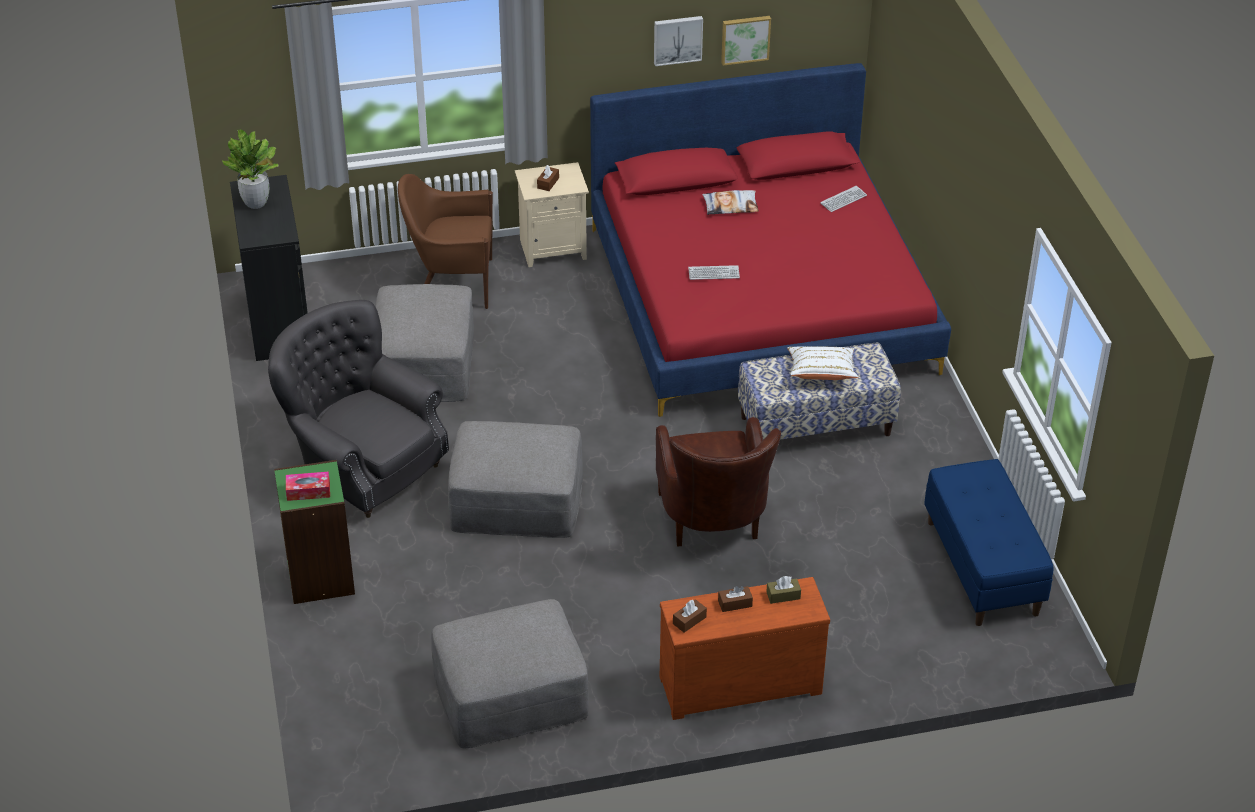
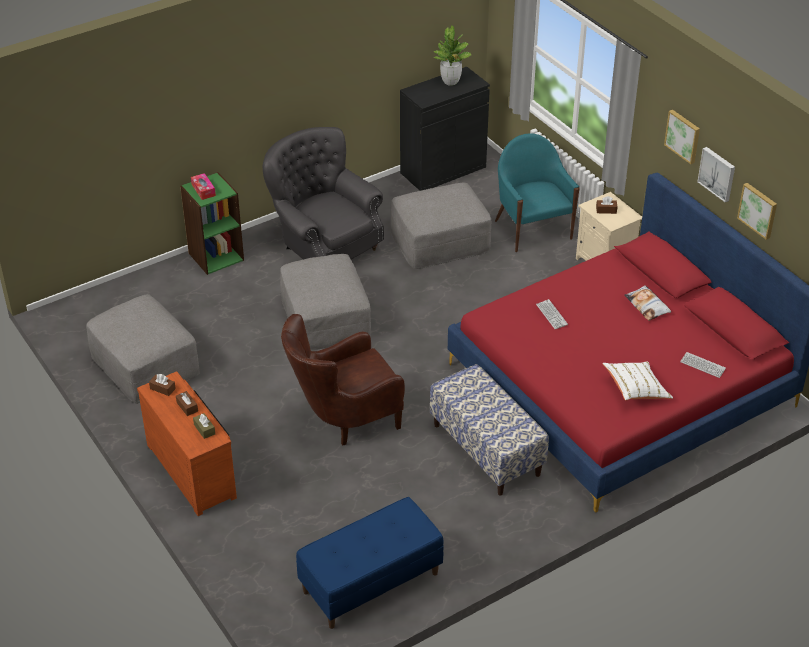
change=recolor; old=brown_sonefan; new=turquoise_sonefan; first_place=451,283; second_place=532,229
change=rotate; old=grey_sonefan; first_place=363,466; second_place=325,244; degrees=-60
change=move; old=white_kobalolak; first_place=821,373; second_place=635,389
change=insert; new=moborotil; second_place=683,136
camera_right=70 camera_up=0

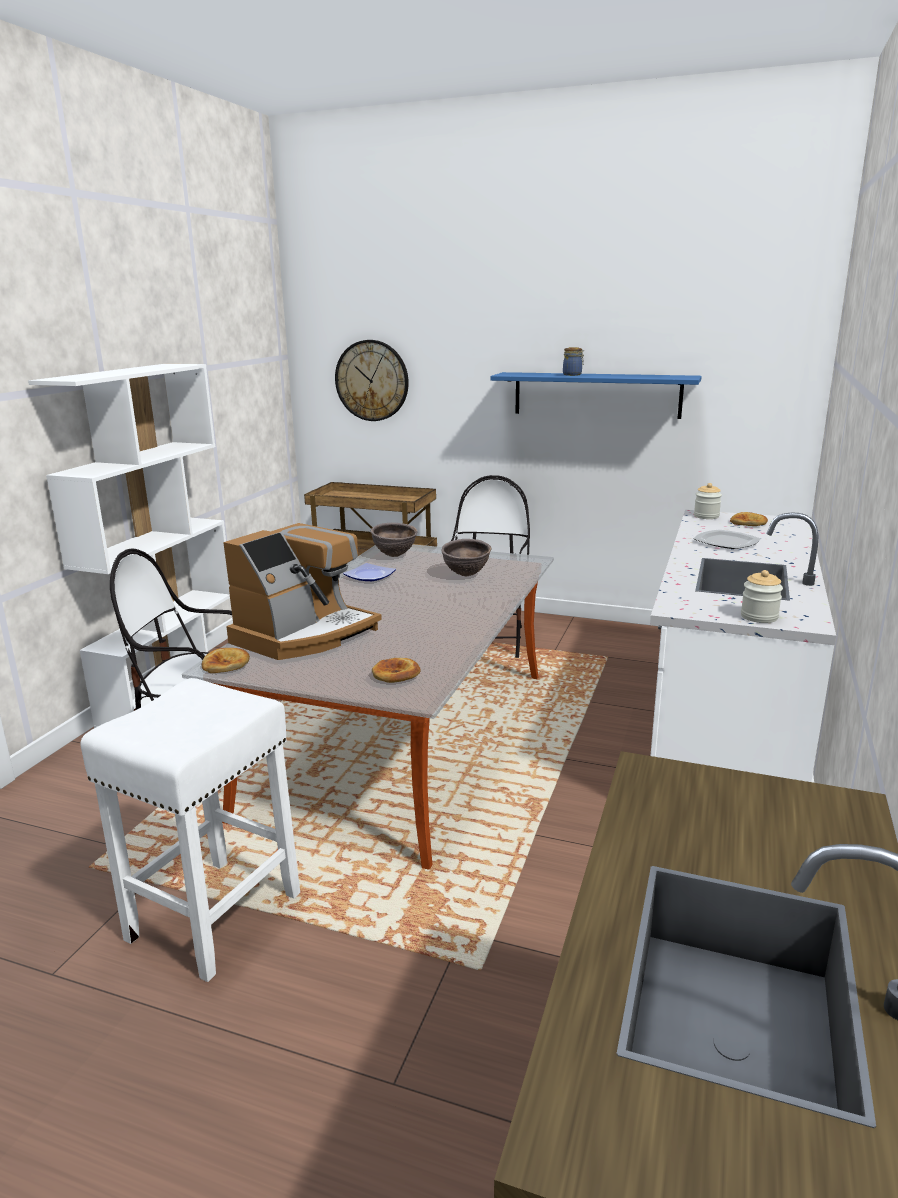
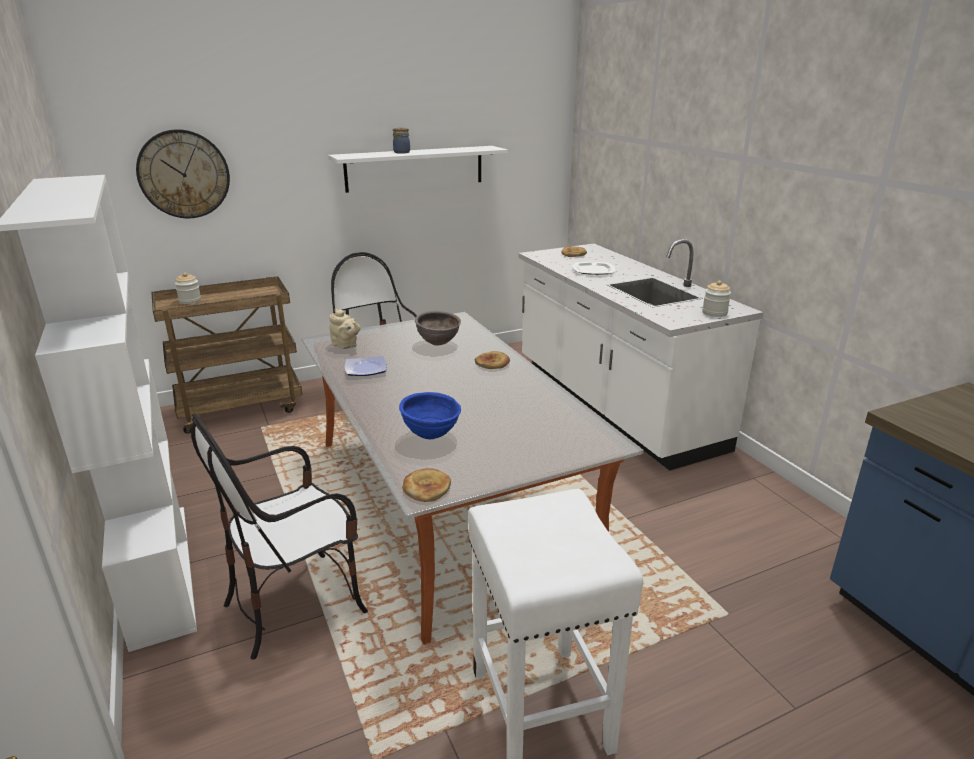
change=recolor; old=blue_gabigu; new=white_gabigu; first_place=596,395; second_place=415,168
change=move; old=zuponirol; first_place=706,516; second_place=190,300
change=replace; old=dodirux; new=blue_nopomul; first_place=305,635; second_place=431,436
change=replace; old=brown_nopomul; new=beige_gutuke; first_place=394,555; second_place=346,346
change=move; old=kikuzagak; first_place=395,674; second_place=492,363
camera_right=-45 camera_up=5

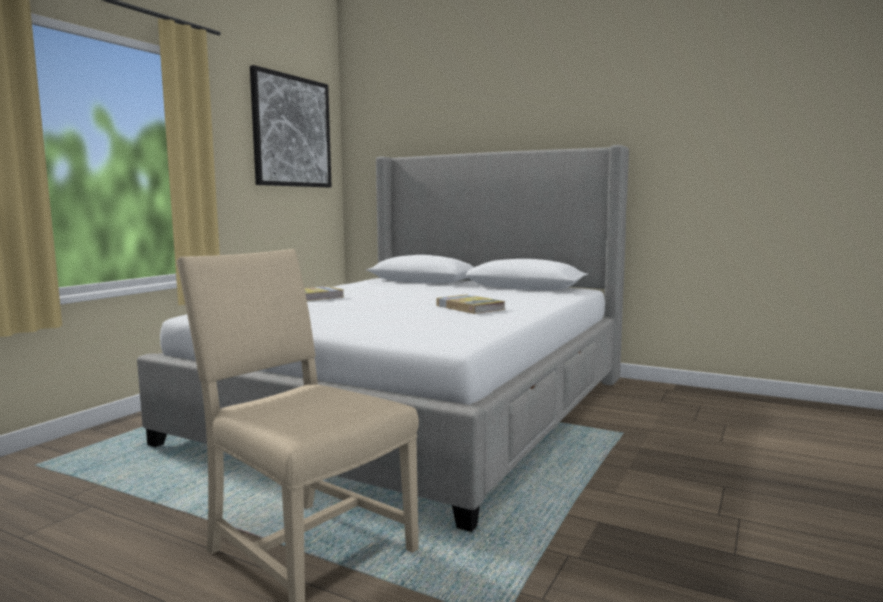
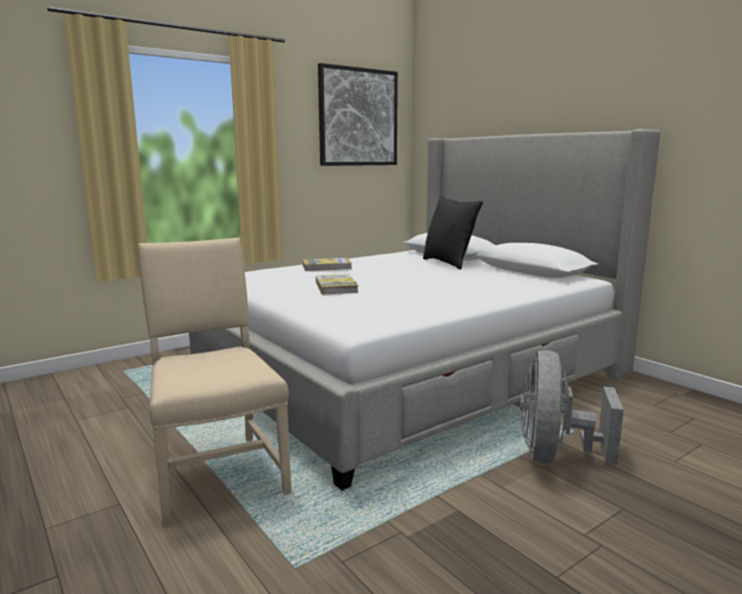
change=move; old=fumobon; first_place=470,307; second_place=336,287
change=insert; new=black_kobalolak; second_place=449,263
change=insert; new=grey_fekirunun; second_place=555,455
camera_right=25 camera_up=5

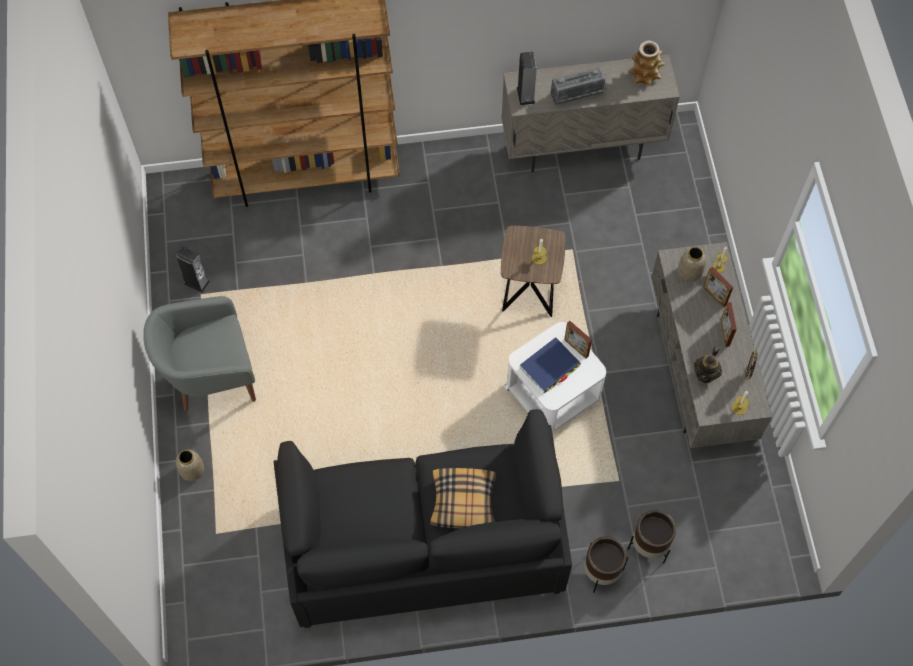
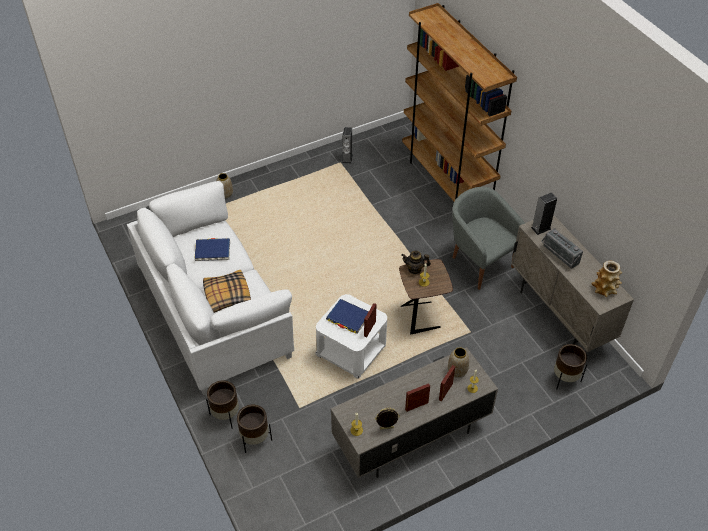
change=move; old=grey_sonefan; first_place=212,381; second_place=479,263
change=move; old=gutuke; first_place=705,374; second_place=415,269
change=recolor; old=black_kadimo; new=white_kadimo; first_place=424,543; second_place=215,313
change=insert; new=blue_fumobon; second_place=212,251
change=insert; new=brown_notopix; second_place=564,379
camera_right=70 camera_up=-15

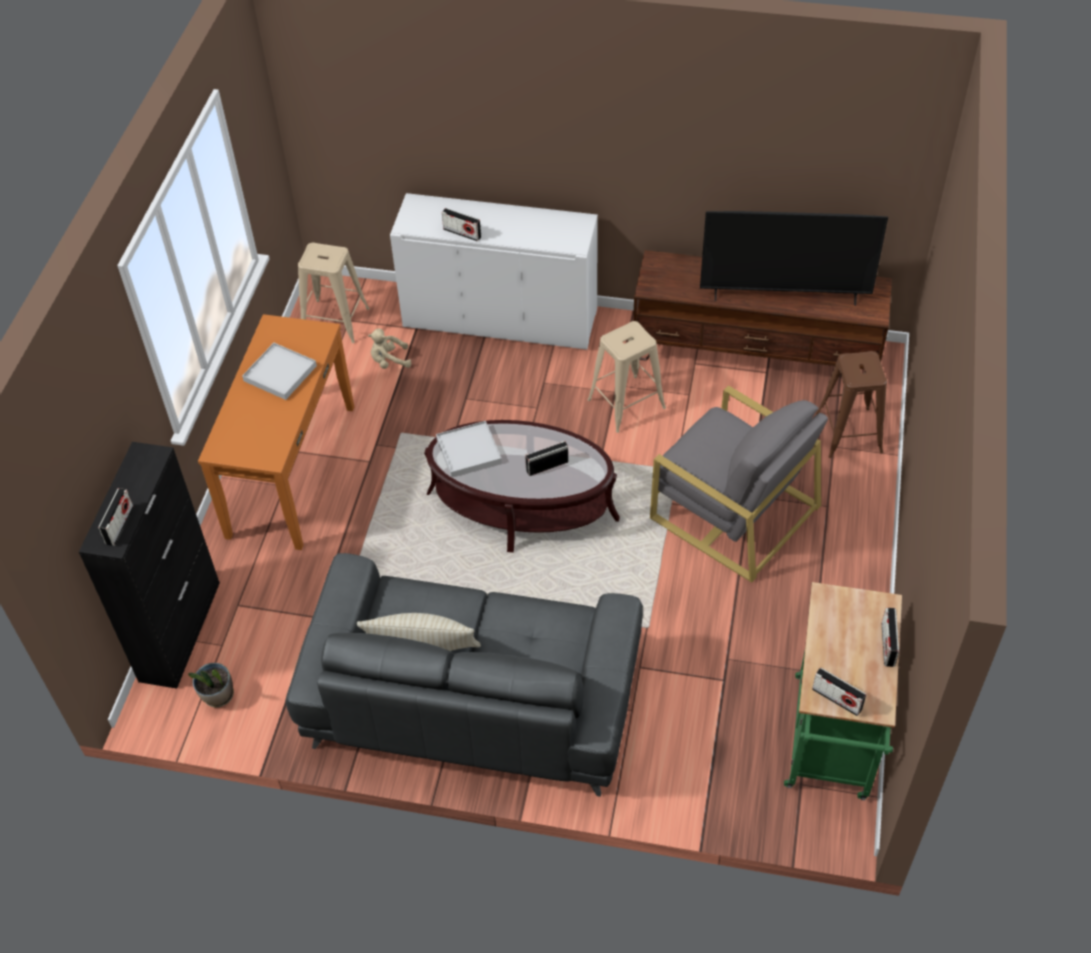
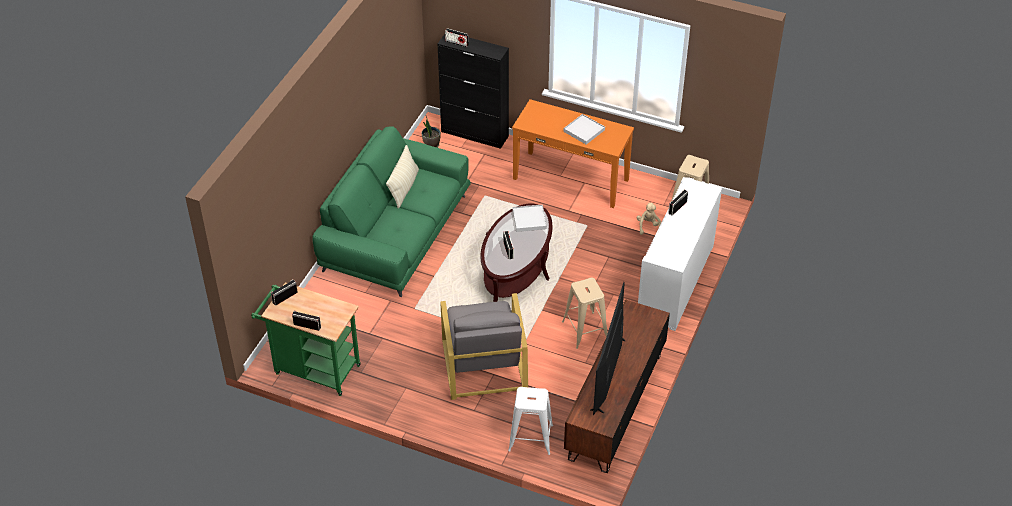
change=recolor; old=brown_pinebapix; new=white_pinebapix; first_place=848,432; second_place=531,438
change=rotate; old=grey_sonefan; first_place=733,510; second_place=484,364; degrees=-60
change=recolor; old=grey_kadimo; new=green_kadimo; first_place=472,699; second_place=396,233
camera_right=100 camera_up=-5

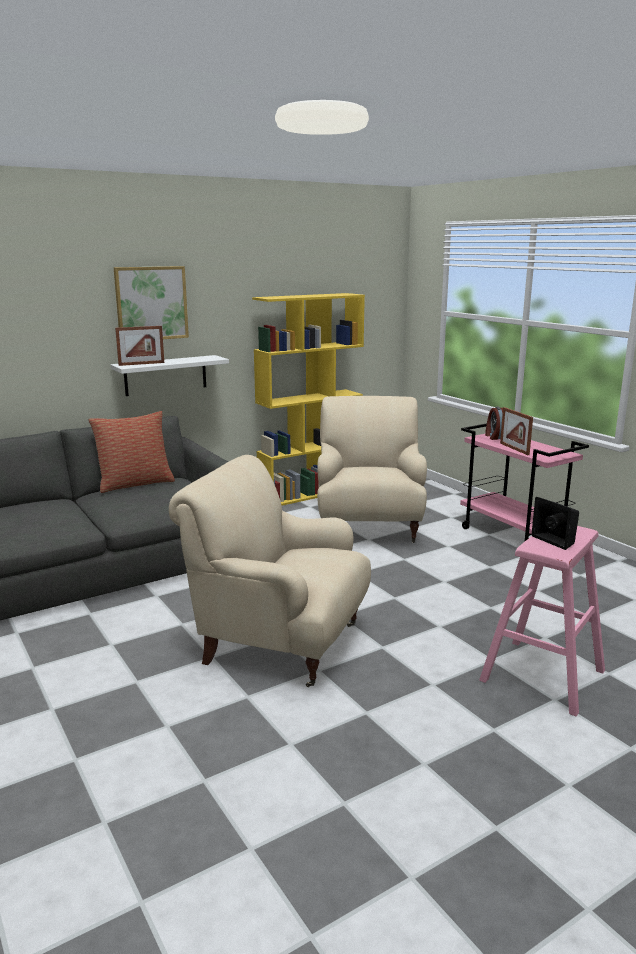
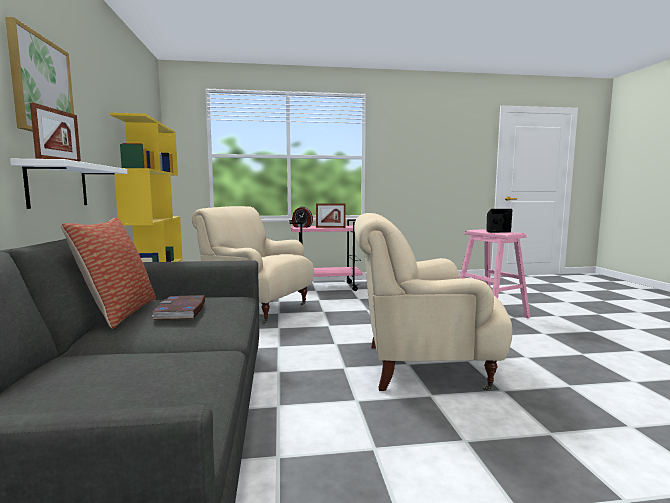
change=rotate; old=beige_sonefan; first_place=279,643; second_place=420,366; degrees=45
change=insert; new=fumobon; second_place=181,311
camera_right=-65 camera_up=-10

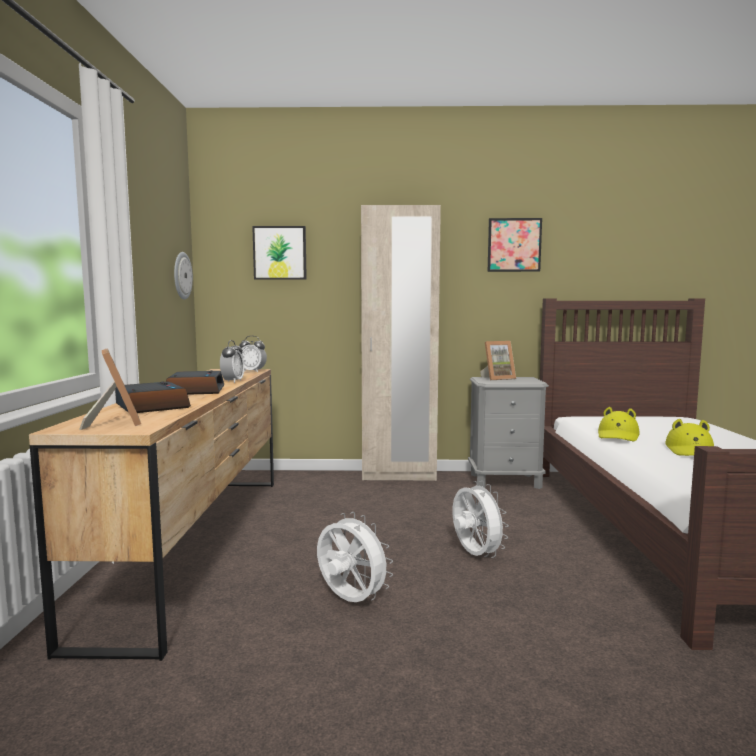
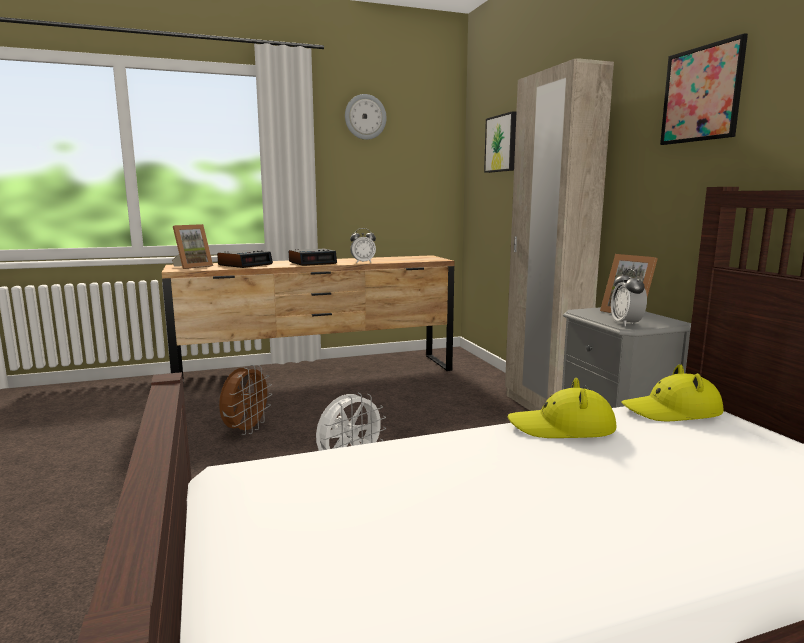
change=move; old=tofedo; first_place=181,275; second_place=365,117
change=move; old=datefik; first_place=253,371; second_place=626,324
change=move; old=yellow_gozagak; first_place=691,451; second_place=672,411
change=recolor; old=white_fekirunun; new=brown_fekirunun; first_place=350,601; second_place=246,430
camera_right=70 camera_up=5

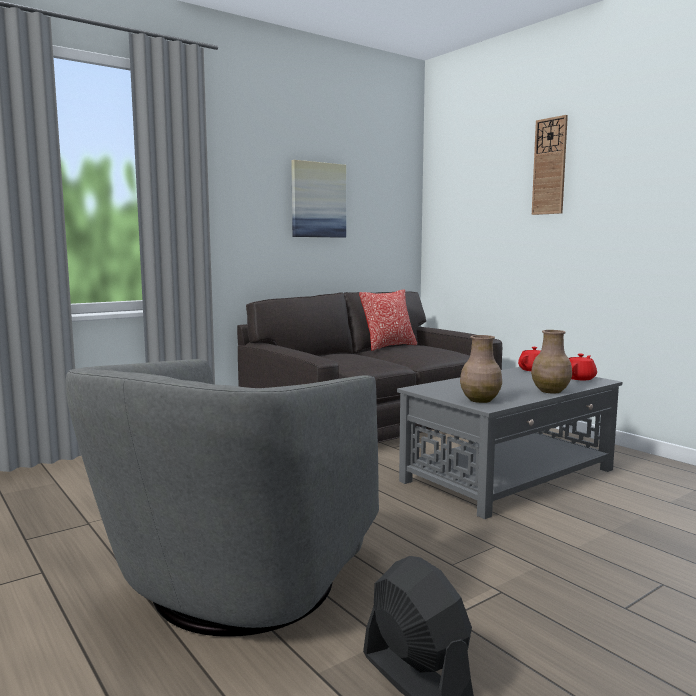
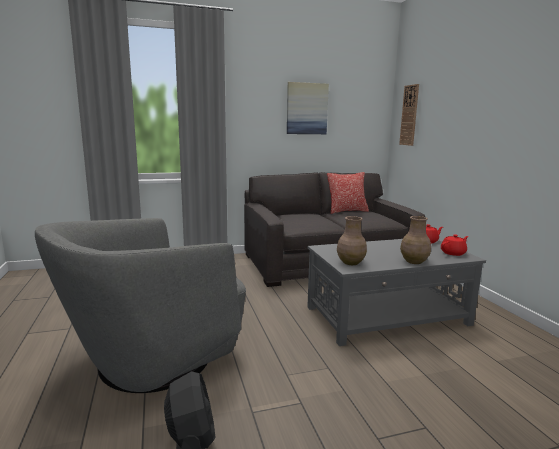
change=move; old=tofedo; first_place=549,166; second_place=409,115
camera_right=20 camera_up=5

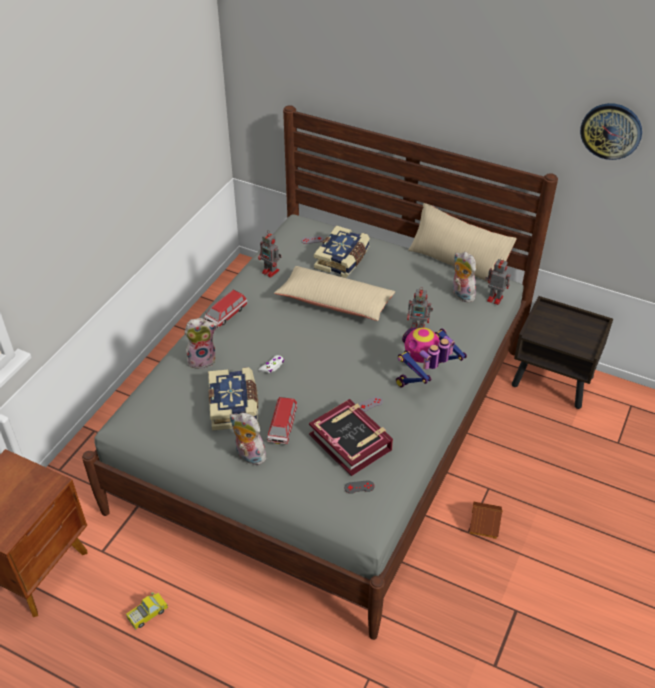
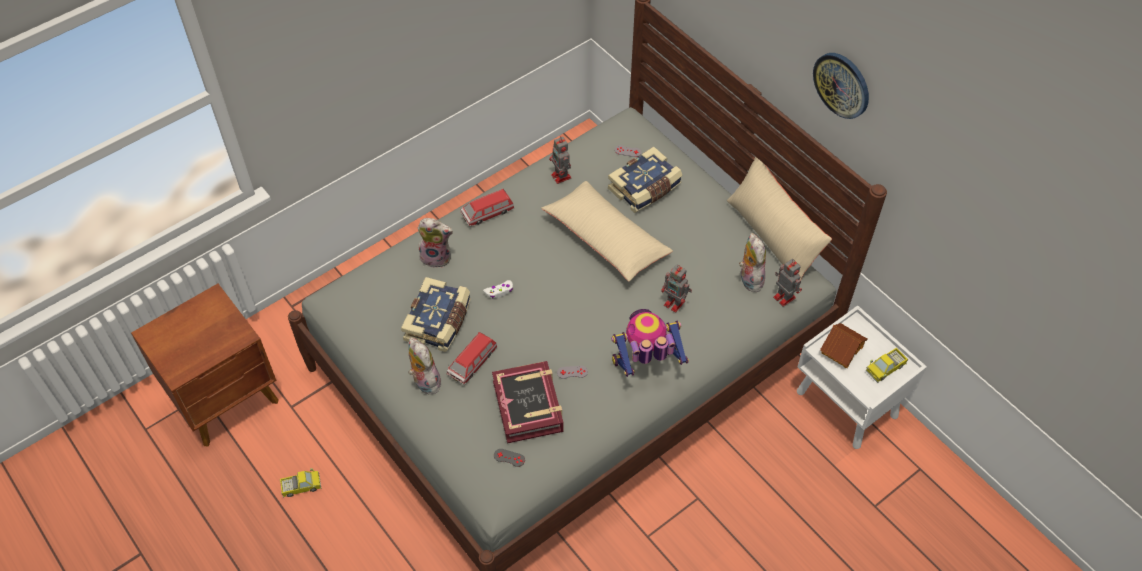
change=move; old=tofedo; first_place=611,131; second_place=842,84
change=recolor; old=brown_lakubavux; new=white_lakubavux; first_place=553,381; second_place=848,405
change=move; old=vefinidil; first_place=483,524; second_place=841,349
change=insert; new=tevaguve; second_place=885,368
camera_right=25 camera_up=10

